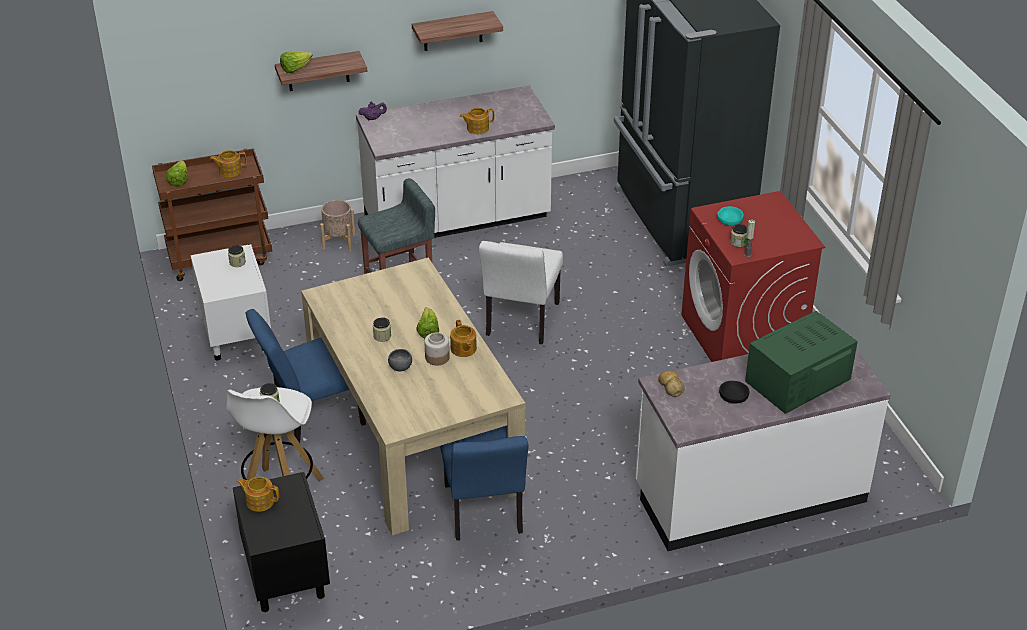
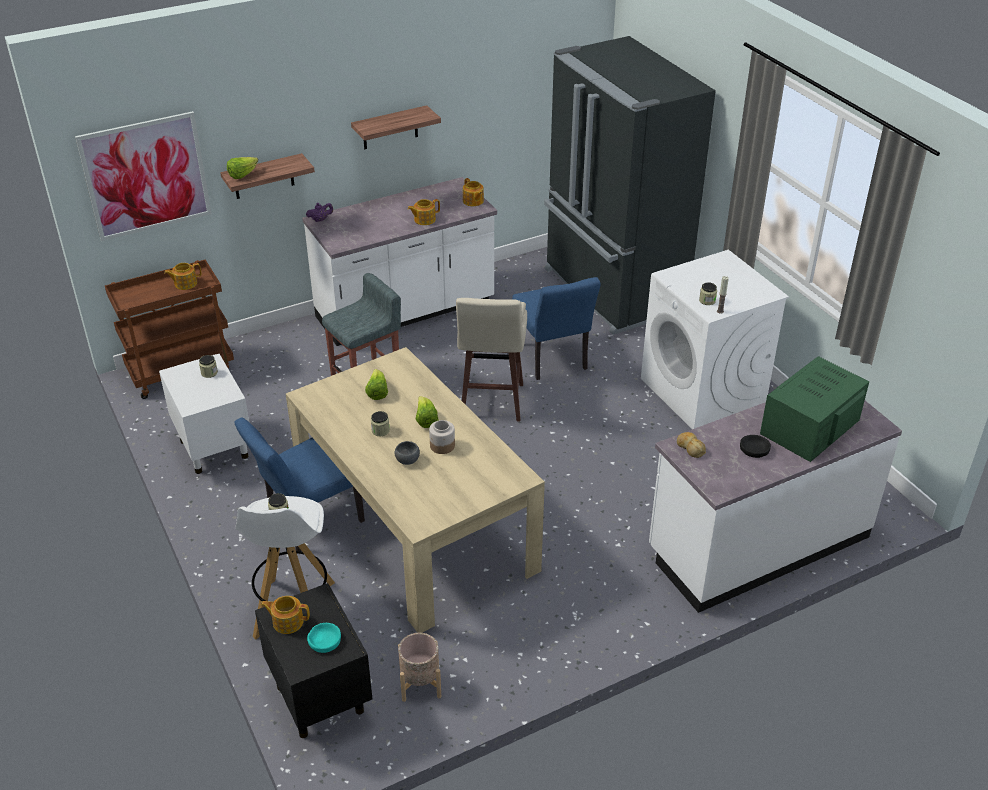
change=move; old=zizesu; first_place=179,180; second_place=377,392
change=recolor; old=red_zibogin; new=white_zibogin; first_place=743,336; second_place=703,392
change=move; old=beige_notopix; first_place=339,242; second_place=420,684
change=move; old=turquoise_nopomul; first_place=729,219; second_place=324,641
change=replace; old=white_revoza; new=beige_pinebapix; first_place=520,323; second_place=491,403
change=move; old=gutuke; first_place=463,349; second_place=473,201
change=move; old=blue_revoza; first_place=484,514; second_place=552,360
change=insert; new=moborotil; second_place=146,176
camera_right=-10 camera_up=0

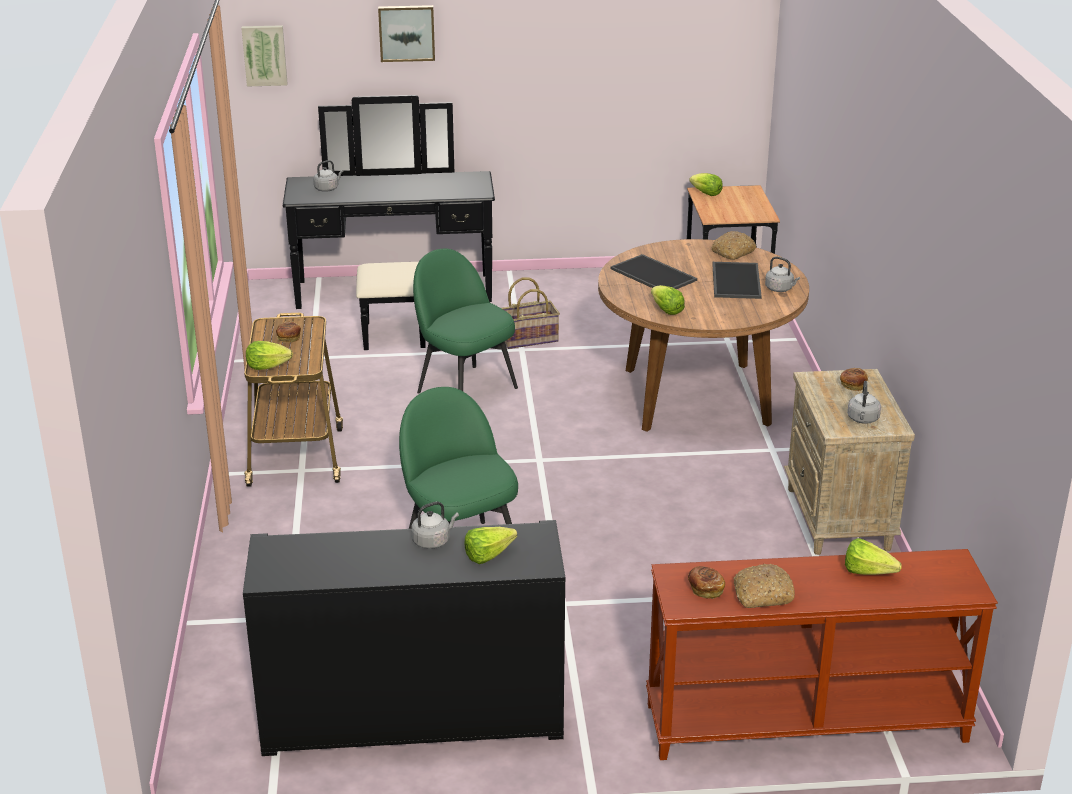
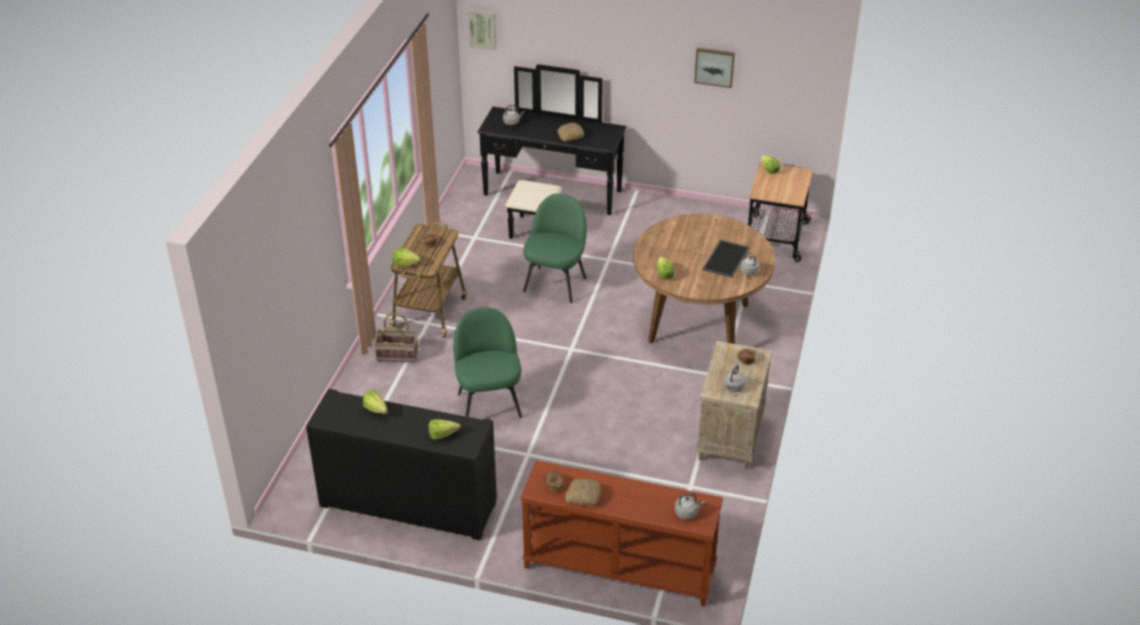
change=move; old=moborotil; first_place=406,32; second_place=714,66
change=move; old=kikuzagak; first_place=733,252; second_place=570,136
change=rotate; old=green_revoza; first_place=465,389; second_place=555,283; degrees=45
change=delete; old=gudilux; first_place=655,274
change=move; old=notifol; first_place=529,338; second_place=397,354
change=move; old=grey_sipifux; first_place=433,541; second_place=687,513
change=move; old=zizesu; first_place=872,574; second_place=377,411
camera_right=20 camera_up=10

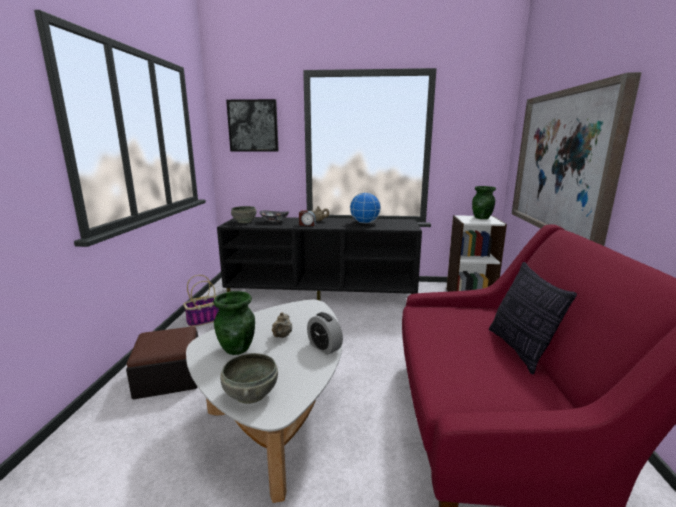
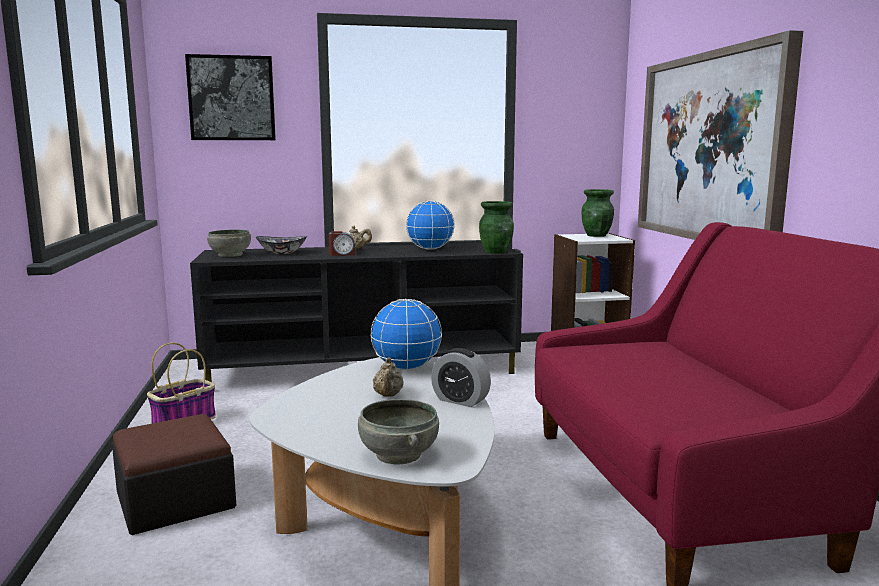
change=delete; old=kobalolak; first_place=520,350
change=move; old=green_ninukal; first_place=237,348; second_place=496,252
change=insert; new=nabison; second_place=406,368
camera_right=-15 camera_up=-5

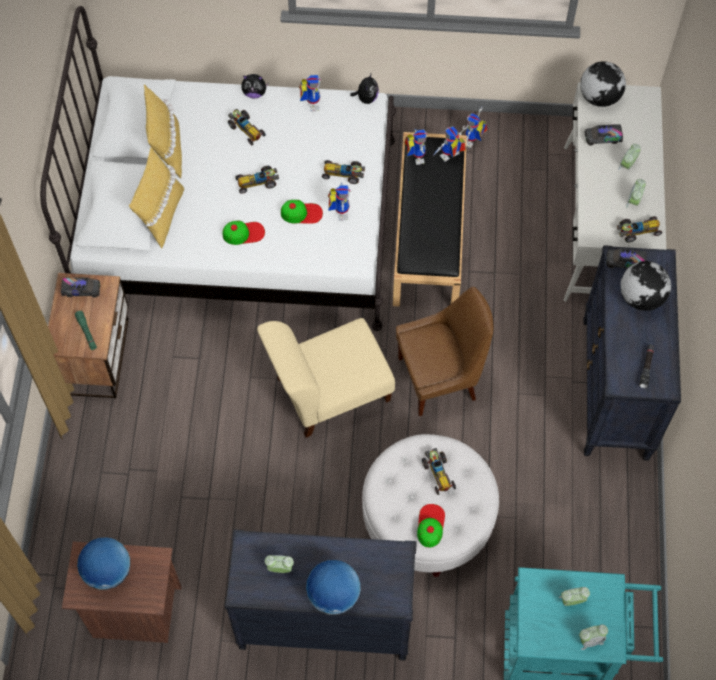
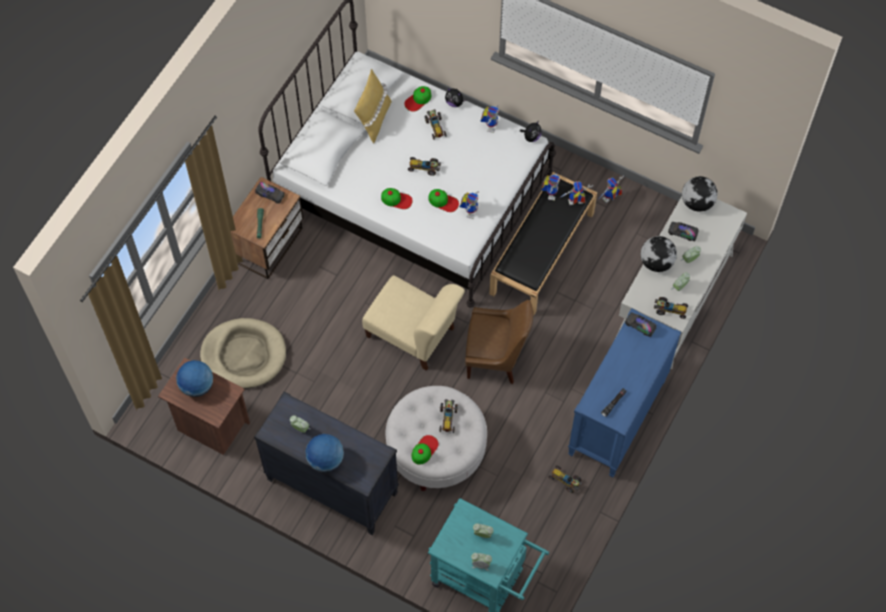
change=delete; old=yellow_kobalolak; first_place=161,216
change=move; old=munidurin; first_place=344,174; second_place=566,481
change=recolor; old=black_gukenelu; new=blue_gukenelu; first_place=615,389; second_place=617,419
change=move; old=nabison; first_place=641,297; second_place=656,262
change=rotate; old=beige_revoza; first_place=328,391; second_place=413,335; degrees=-150
change=insert; new=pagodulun; second_place=418,100
change=insert; new=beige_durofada; second_place=244,355
camera_right=25 camera_up=0

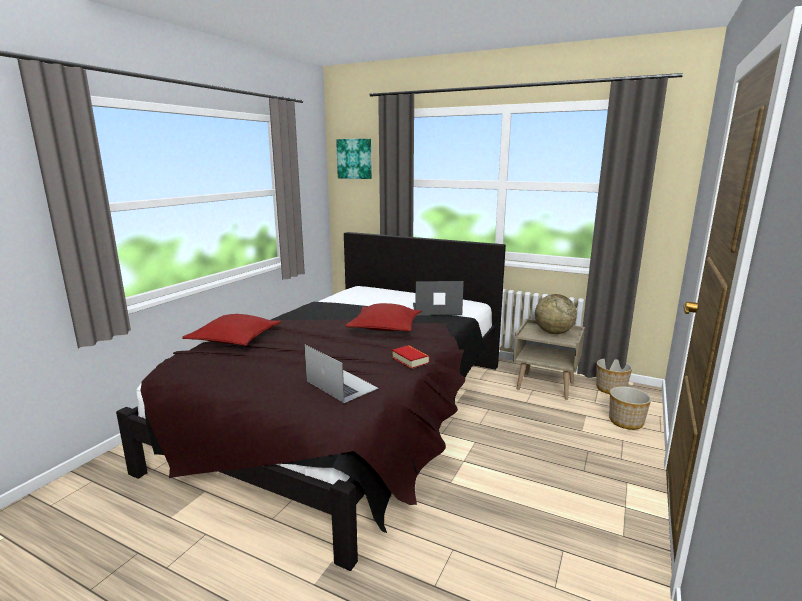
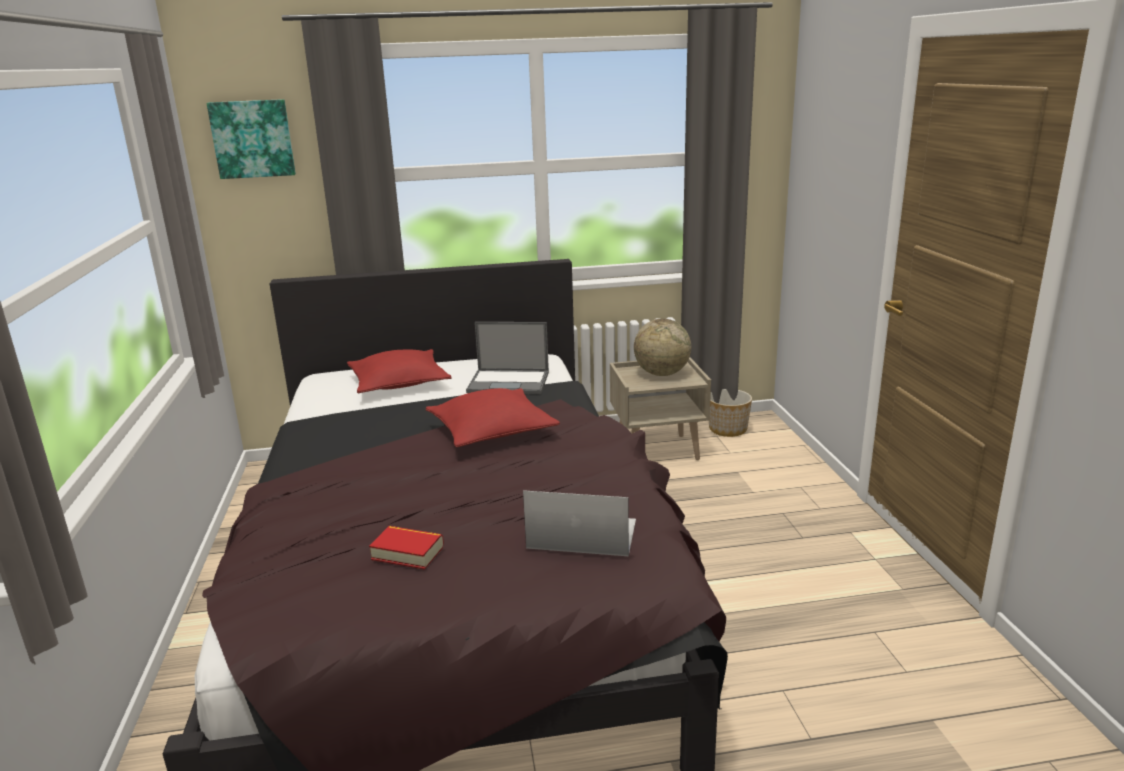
change=rotate; old=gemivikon; first_place=436,310; second_place=510,382; degrees=-135
change=move; old=red_kobalolak; first_place=235,339; second_place=399,383
change=move; old=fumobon; first_place=410,360; second_place=407,553
change=delete; old=notopix; first_place=626,422
camera_right=-35 camera_up=5

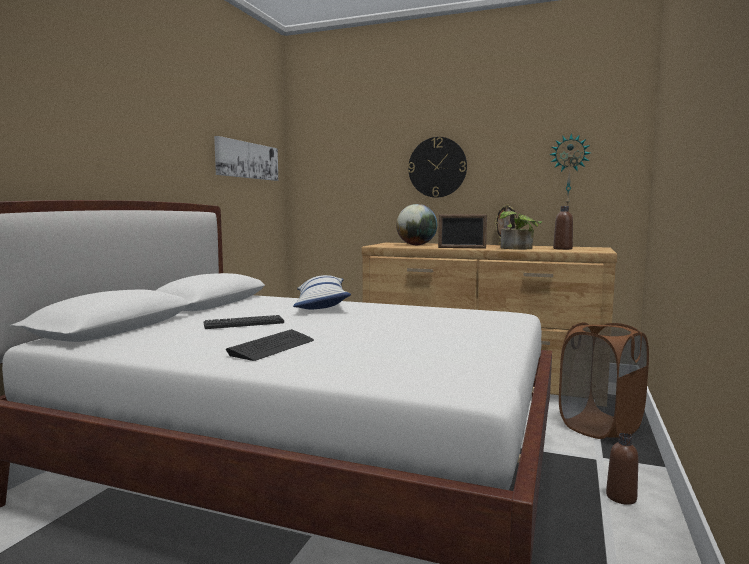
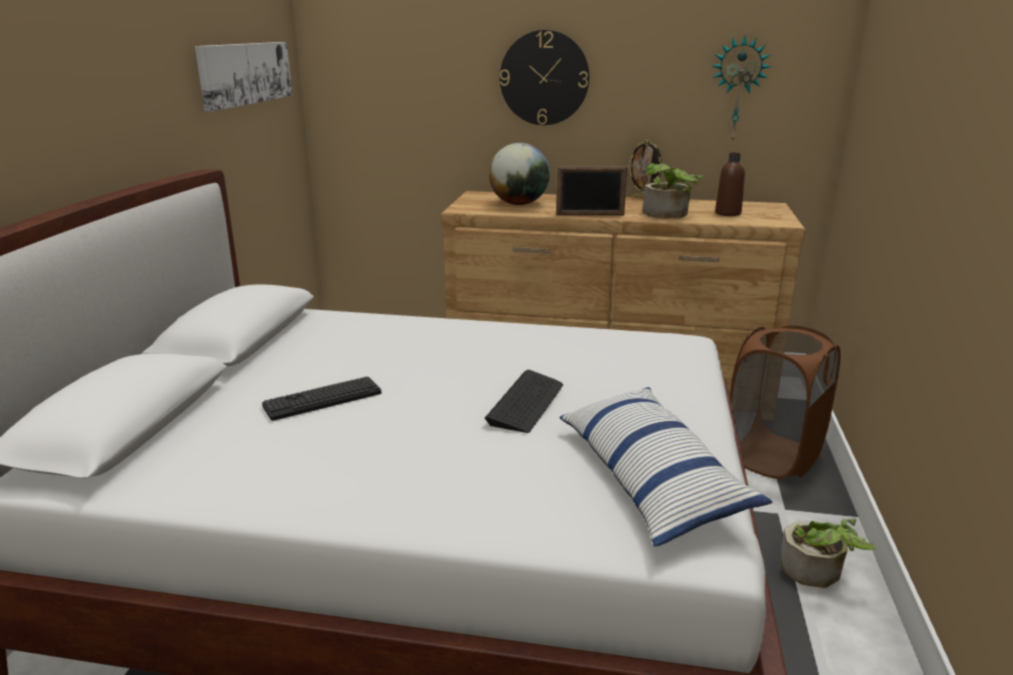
change=move; old=kobalolak; first_place=321,304; second_place=649,479
change=move; old=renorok; first_place=272,347; second_place=526,403
change=replace; old=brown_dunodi; new=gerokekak; first_place=621,497; second_place=817,572
camera_right=-10 camera_up=15

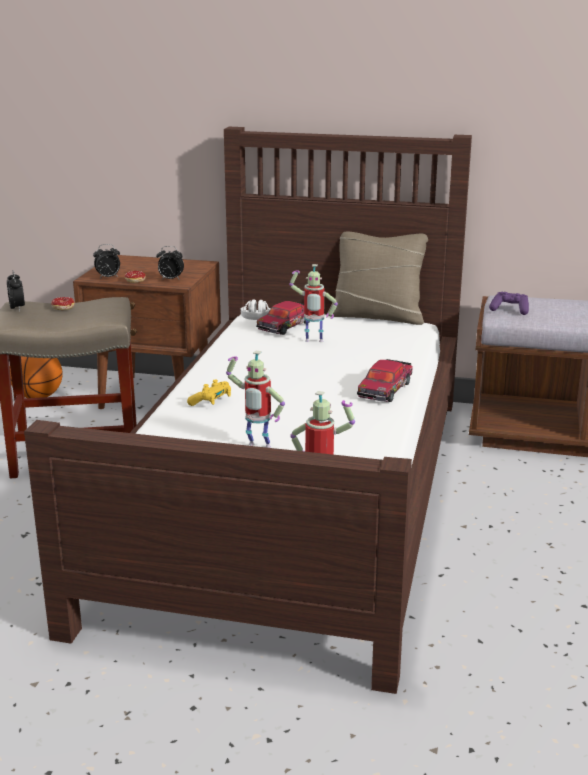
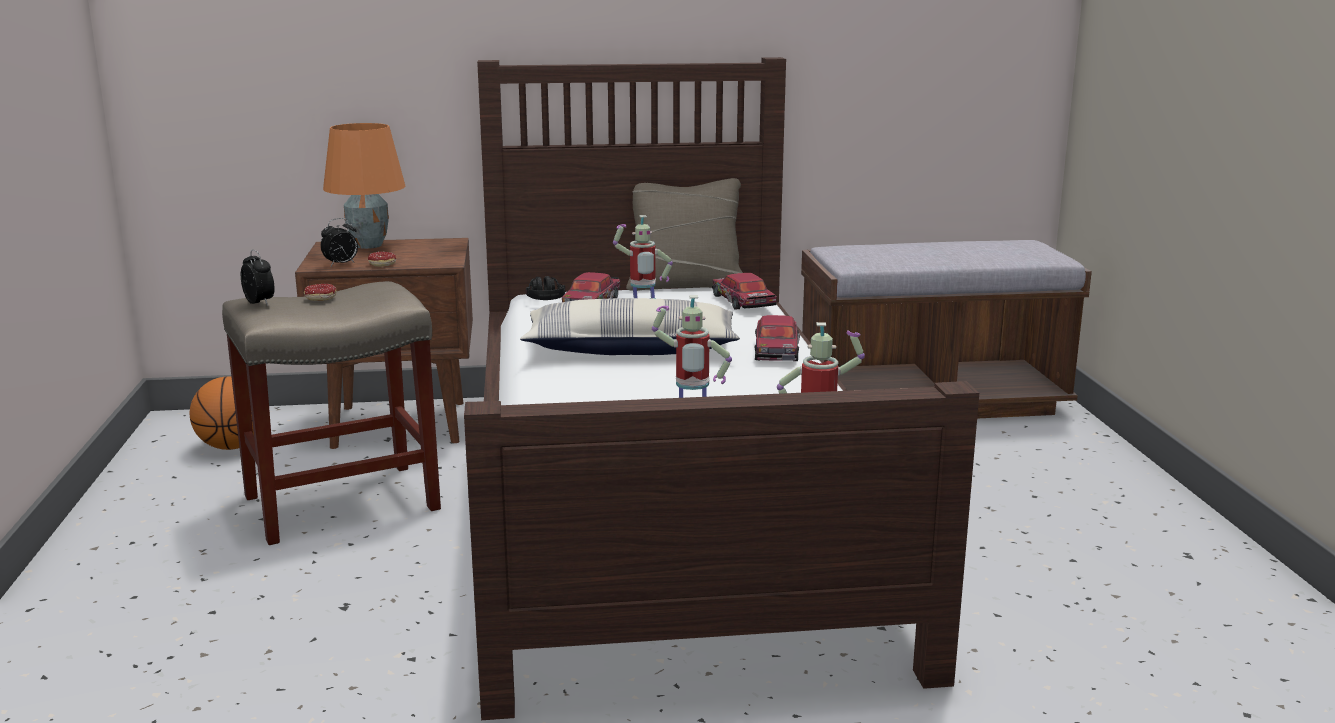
change=delete; old=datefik; first_place=170,279
change=delete; old=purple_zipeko; first_place=510,310
change=recolor; old=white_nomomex; new=black_nomomex; first_place=256,316; second_place=544,297
change=delete; old=yellow_zipeko; first_place=211,401
change=insert; new=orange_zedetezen; second_place=369,246
change=insert; new=munidurin; second_place=743,302
change=insert; new=kobalolak; second_place=631,349
camera_right=-20 camera_up=-5

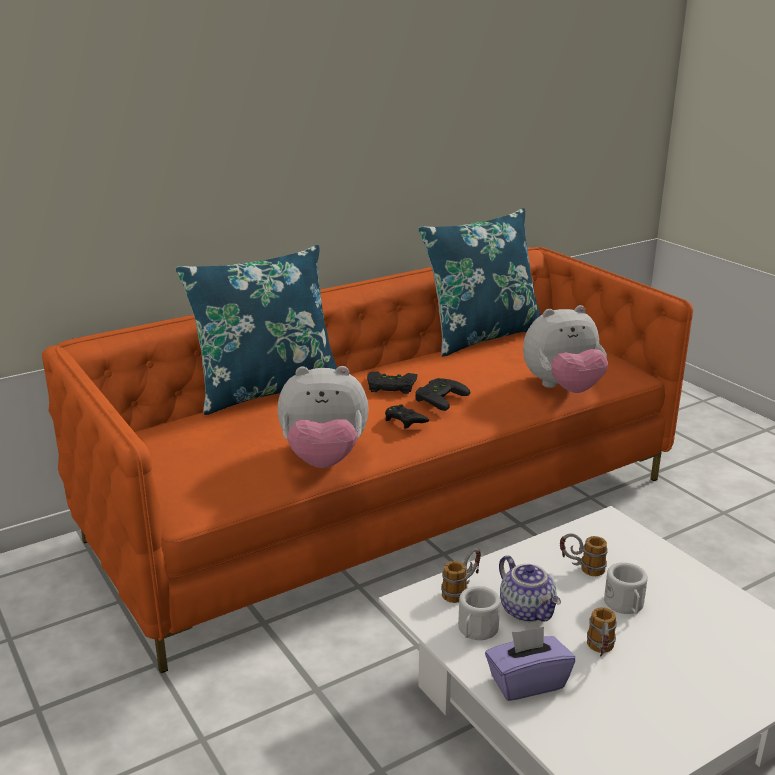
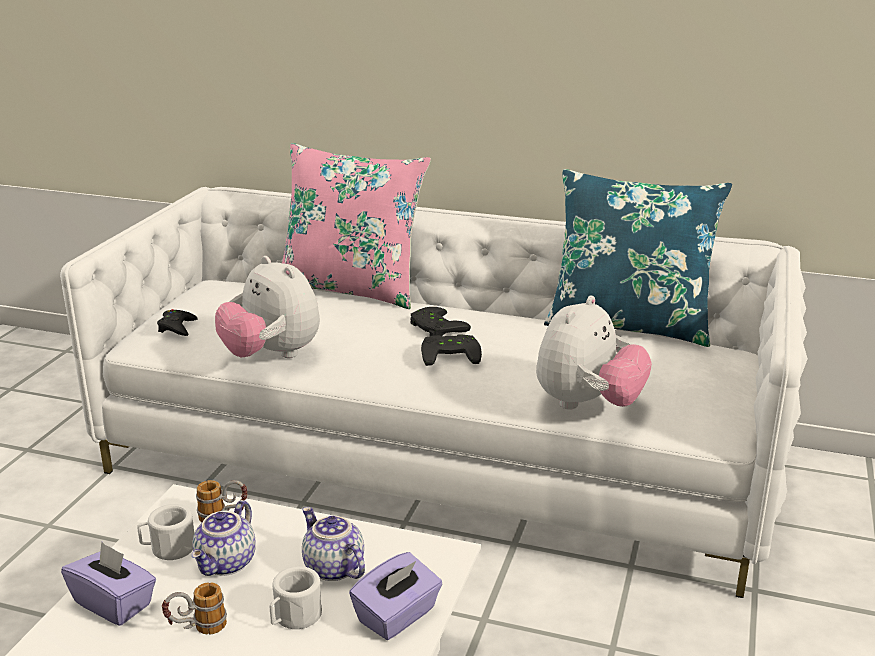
change=recolor; old=blue_kobalolak; new=pink_kobalolak; first_place=266,389; second_place=352,289
change=recolor; old=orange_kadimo; new=white_kadimo; first_place=387,507; second_place=438,461
change=rotate; old=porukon; first_place=563,388; second_place=588,404; degrees=-90
change=move; old=black_zipeko; first_place=404,420; second_place=177,327
change=replace; old=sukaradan; new=gutuke; first_place=581,569; second_place=332,568
change=insert; new=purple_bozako; second_place=397,616
camera_right=50 camera_up=0

